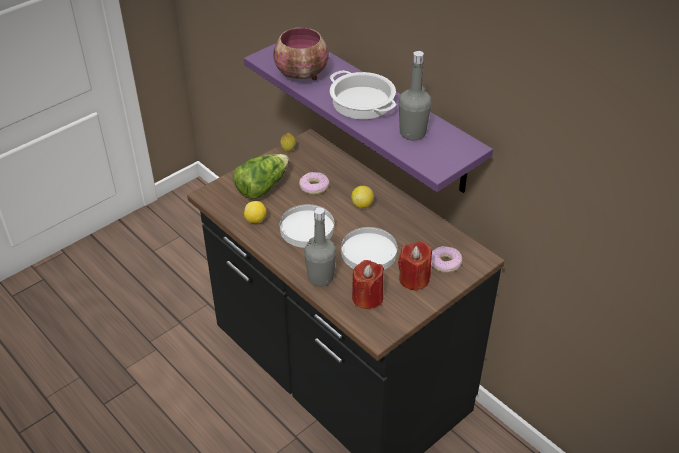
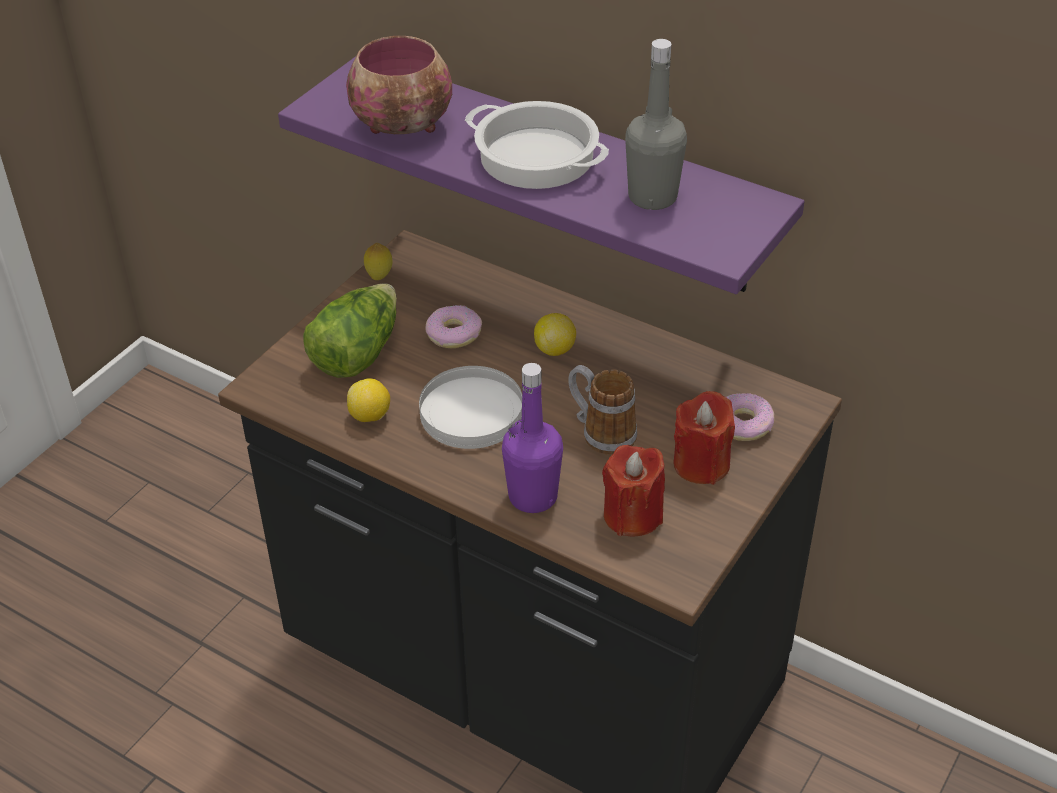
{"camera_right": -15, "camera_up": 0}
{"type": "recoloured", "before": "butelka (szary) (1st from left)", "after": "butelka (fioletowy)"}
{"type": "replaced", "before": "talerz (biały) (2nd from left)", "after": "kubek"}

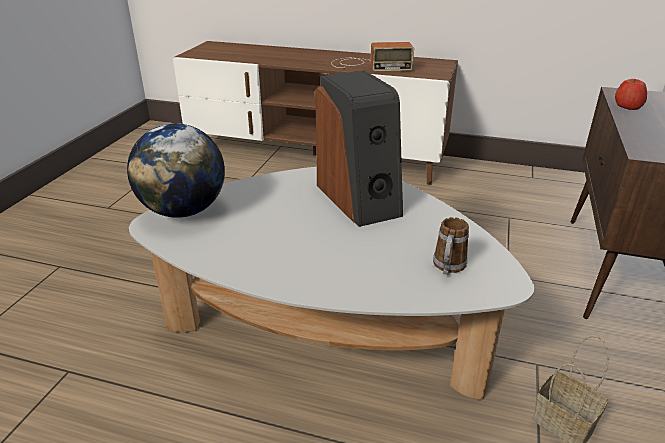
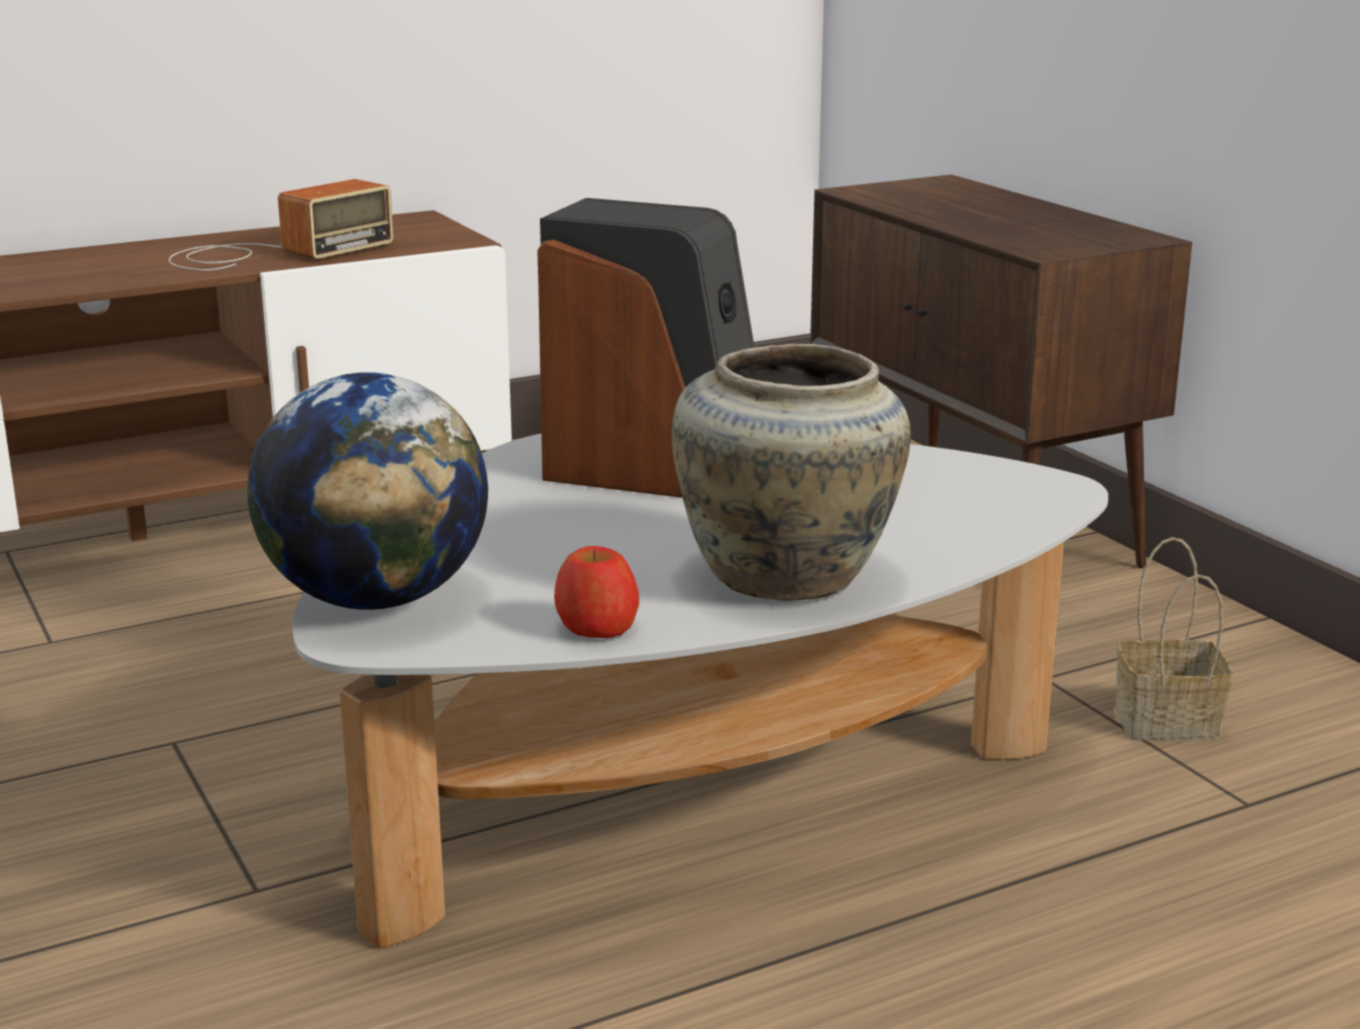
{"camera_right": -45, "camera_up": -10}
{"type": "moved", "before": "jabłko"}
{"type": "added", "after": "wazon (beżowy)"}
{"type": "removed", "before": "kubek"}

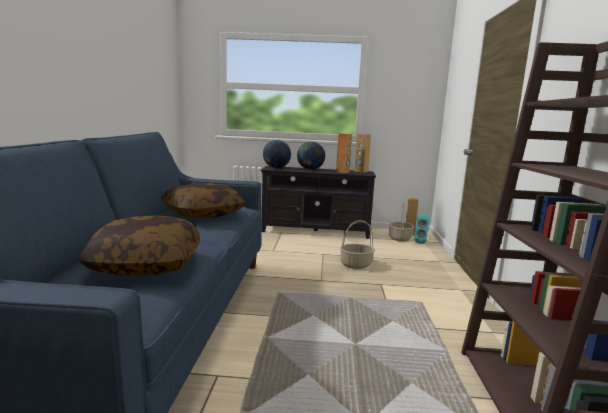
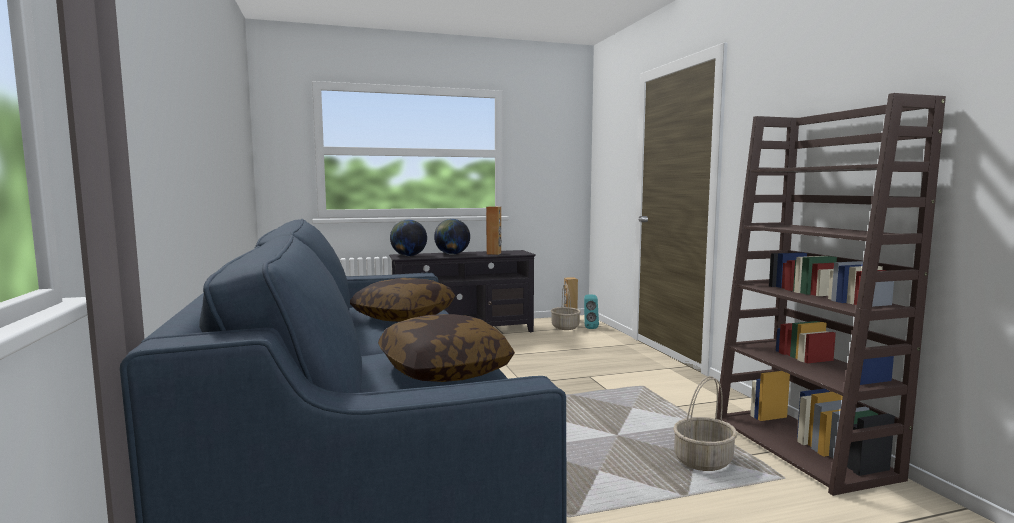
{"camera_right": -20, "camera_up": -5}
{"type": "moved", "before": "koszyk (1st from left in the first image)", "after": "koszyk (2nd from left)"}
{"type": "removed", "before": "głośnik (brązowy) (2nd from left)"}

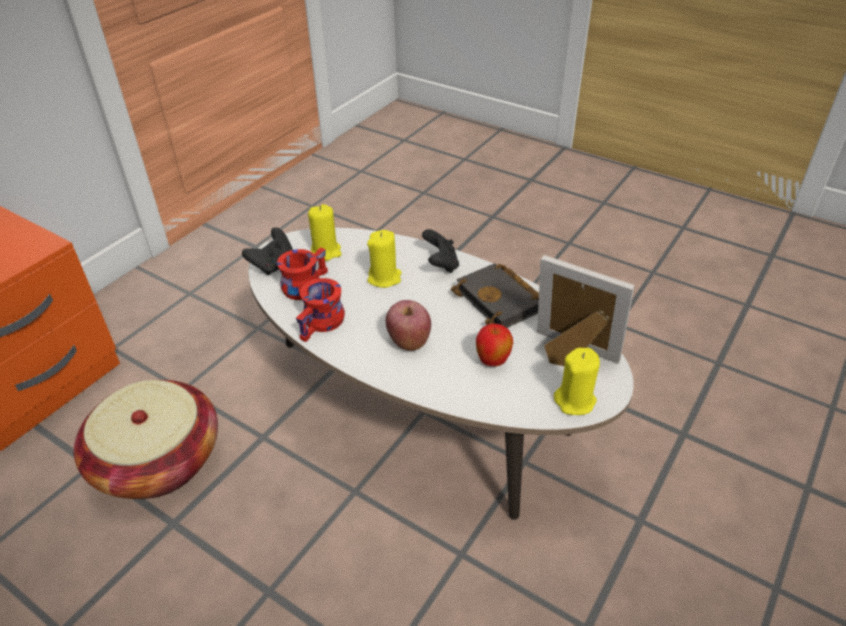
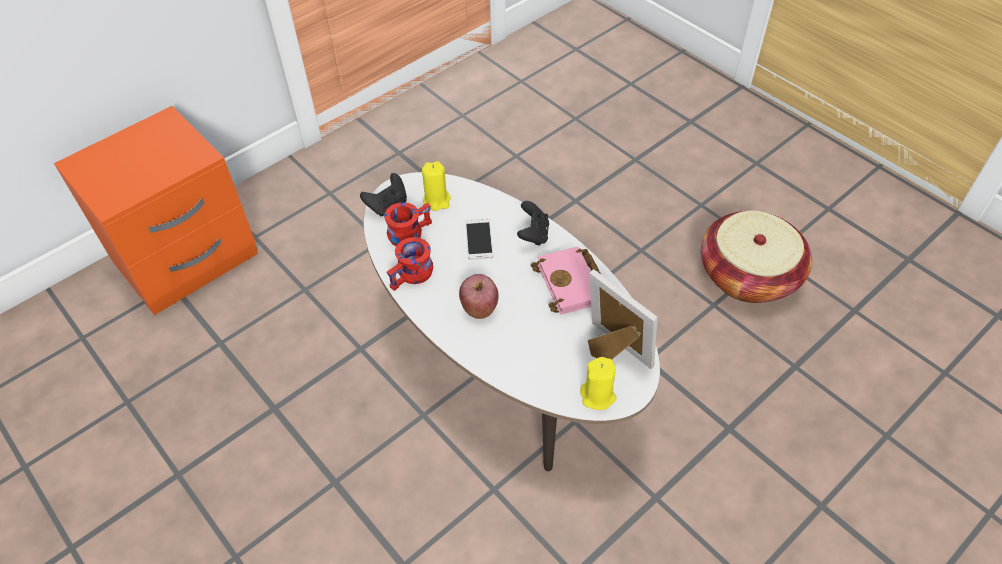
{"camera_right": 15, "camera_up": 10}
{"type": "replaced", "before": "świeca (żółty) (2nd from left)", "after": "telefon"}
{"type": "recoloured", "before": "książka (czarny)", "after": "książka (różowy)"}
{"type": "moved", "before": "koszyk"}
{"type": "removed", "before": "jabłko (2nd from left)"}

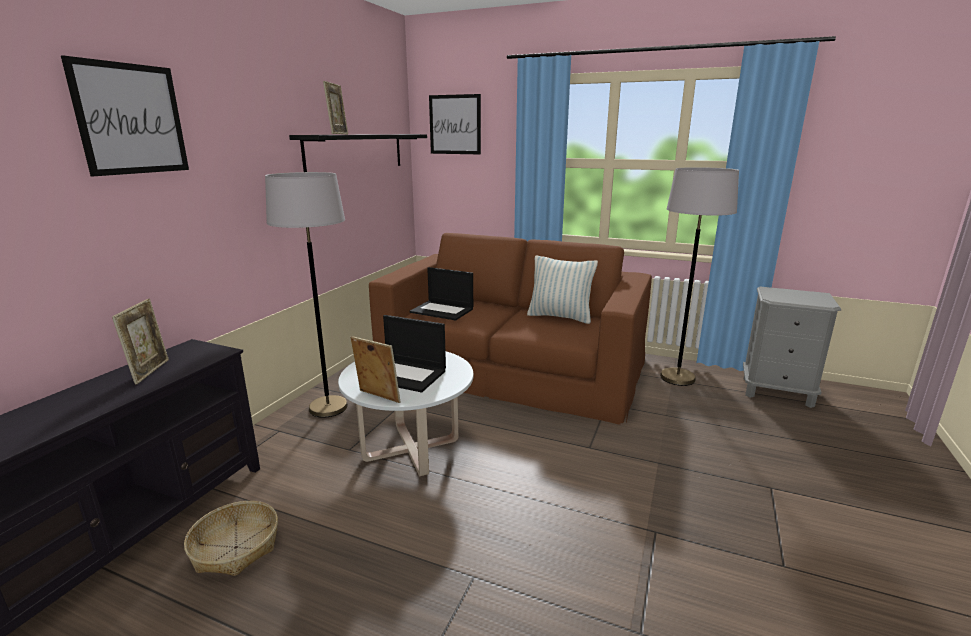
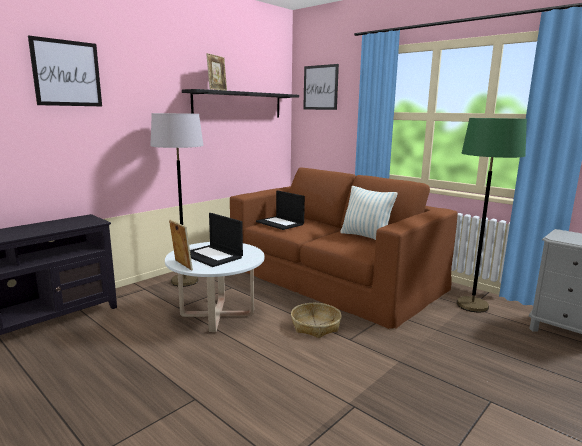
{"camera_right": 20, "camera_up": -5}
{"type": "moved", "before": "koszyk"}
{"type": "recoloured", "before": "lampa stojąca (szary) (2nd from left)", "after": "lampa stojąca (zielony)"}
{"type": "removed", "before": "ramka na zdjęcie (1st from left)"}

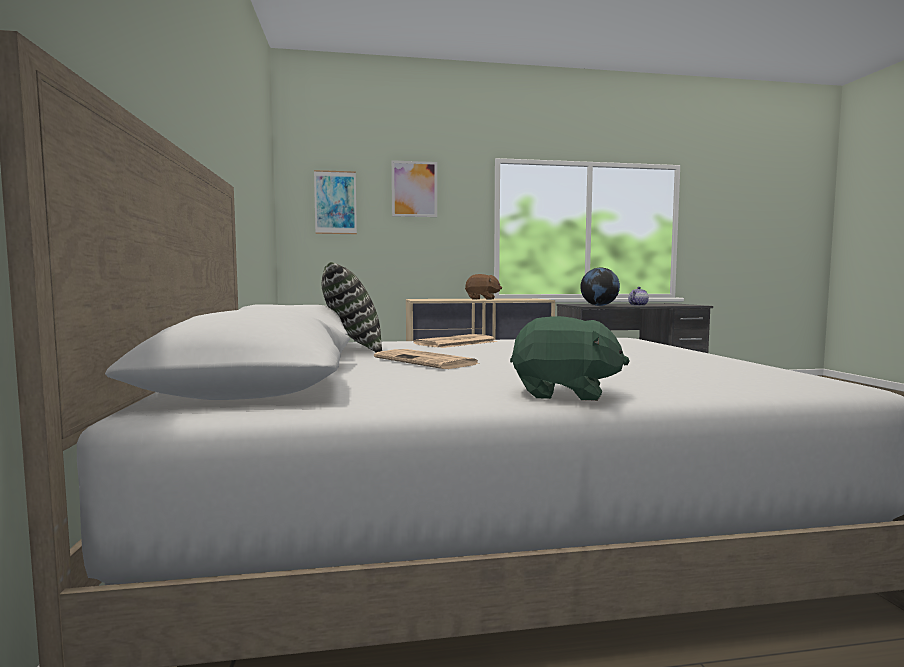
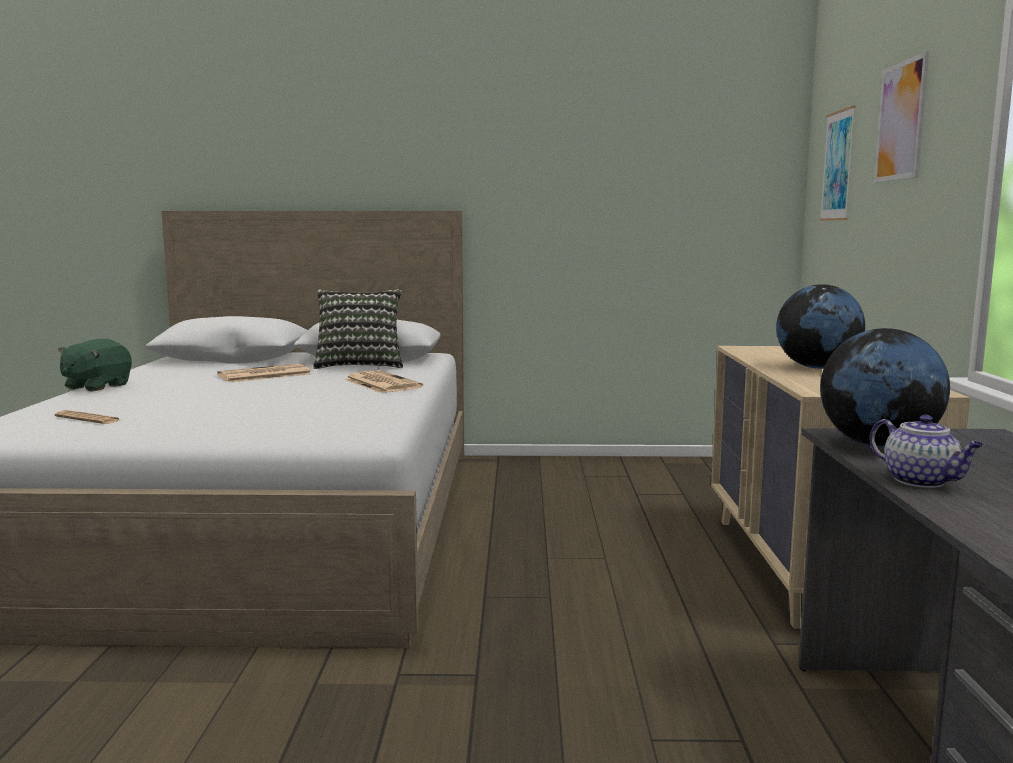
{"camera_right": 100, "camera_up": 5}
{"type": "added", "after": "gazeta (1st from left)"}
{"type": "replaced", "before": "pluszak (brązowy)", "after": "globus (1st from left)"}

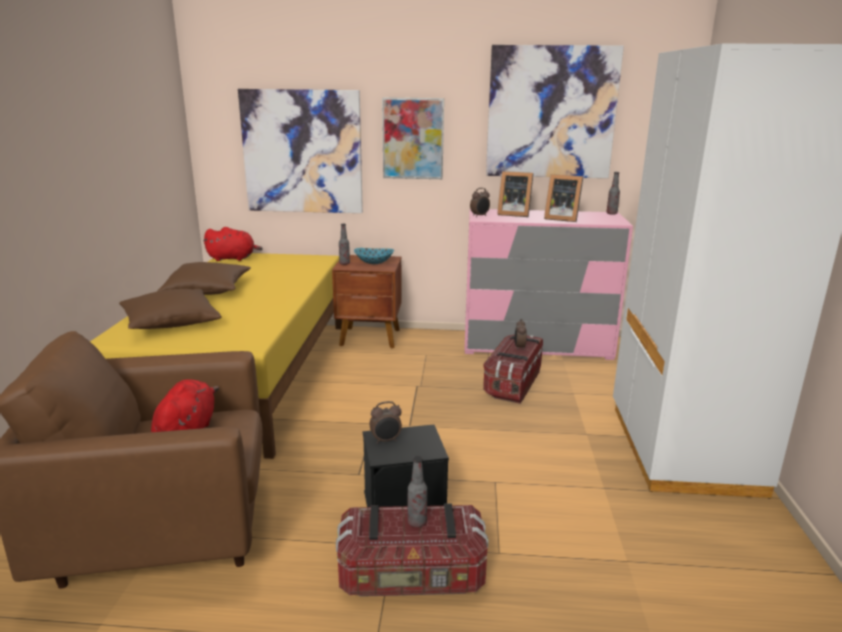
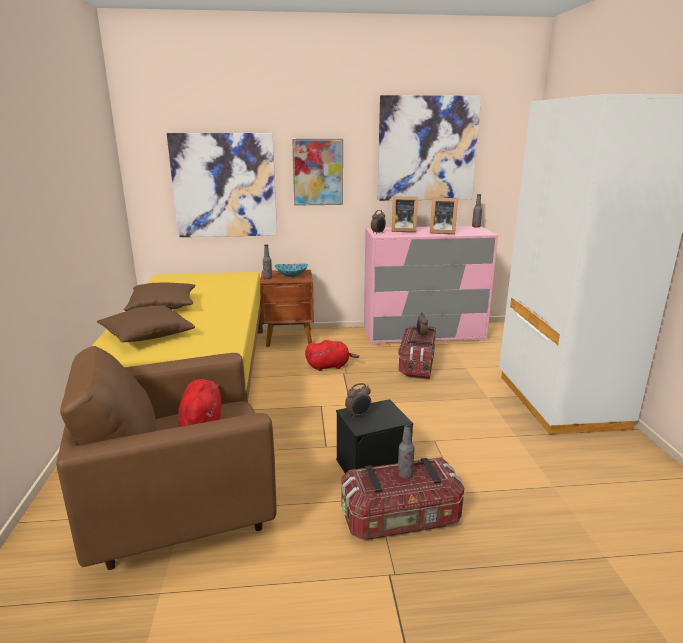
{"camera_right": -10, "camera_up": 0}
{"type": "moved", "before": "pluszak (czerwony) (2nd from left)"}

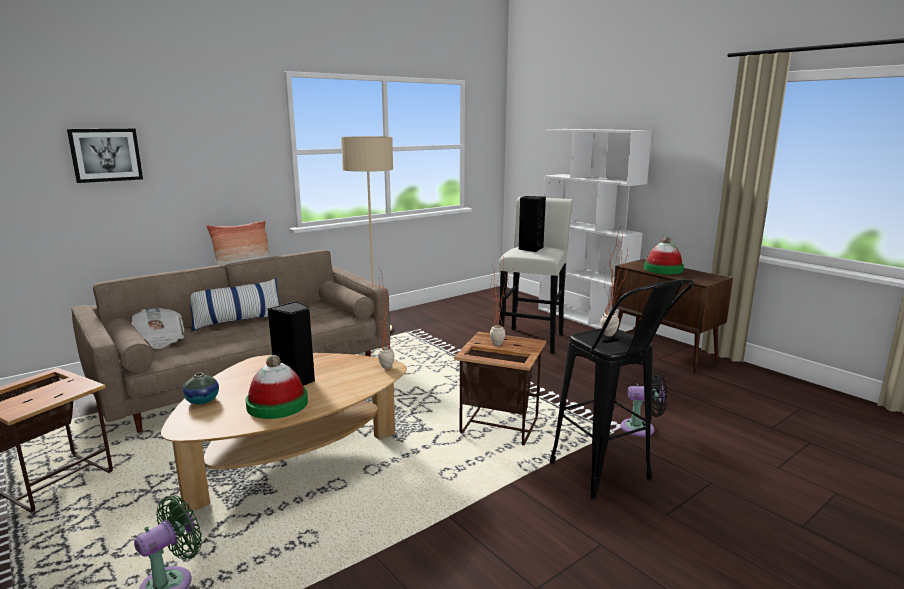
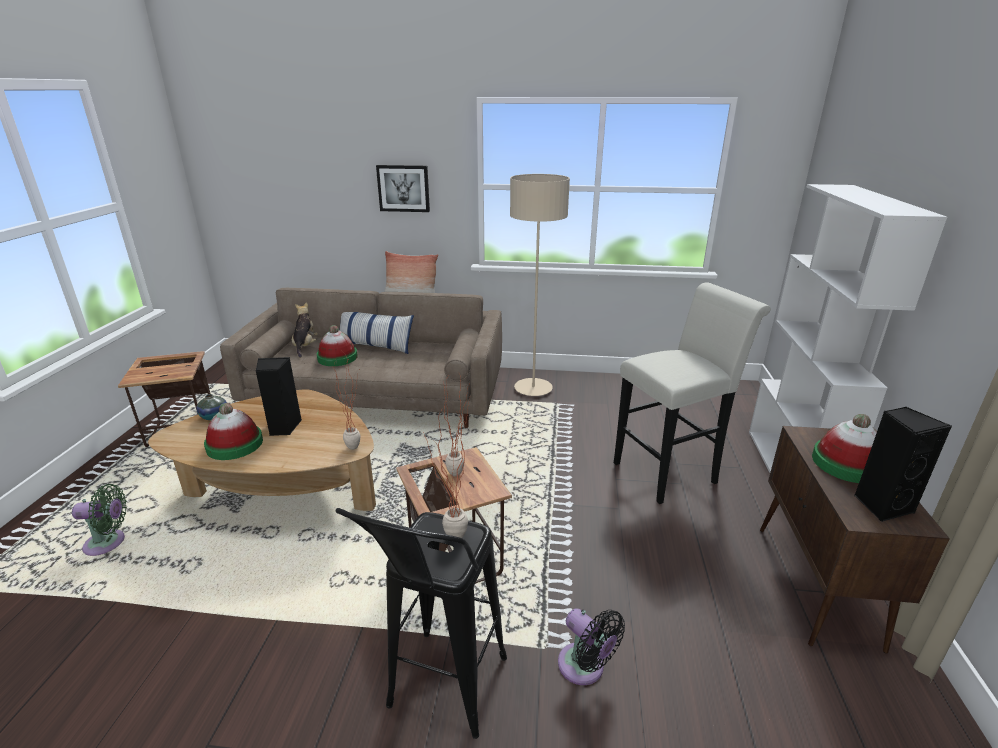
{"camera_right": 45, "camera_up": 10}
{"type": "replaced", "before": "gazeta", "after": "pluszak"}
{"type": "added", "after": "kapelusz (2nd from left)"}
{"type": "moved", "before": "obraz"}
{"type": "moved", "before": "głośnik (czarny) (2nd from left)"}

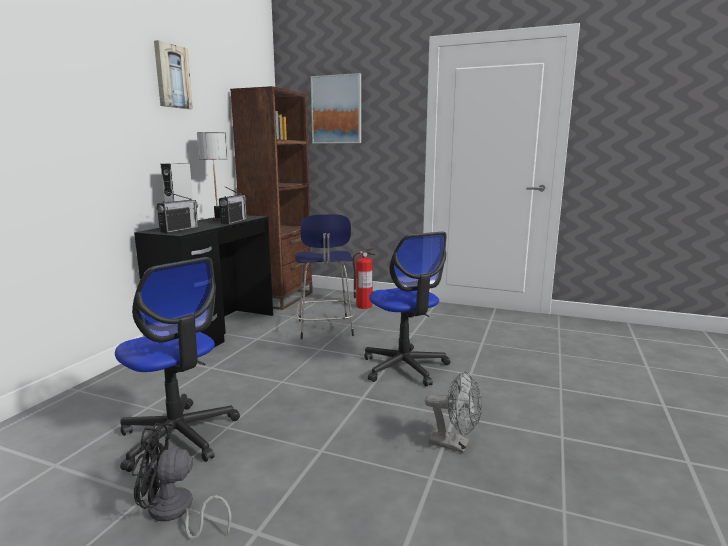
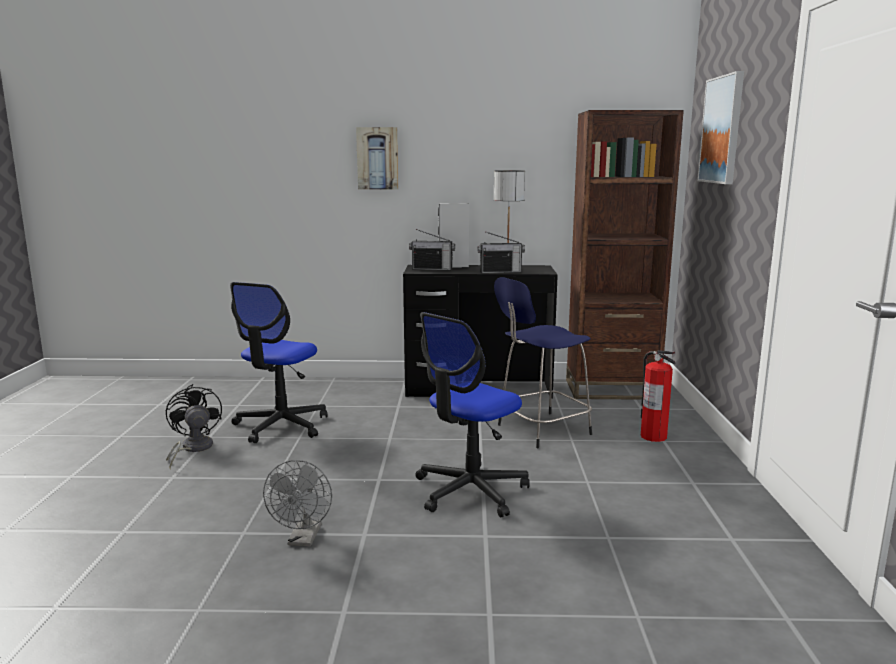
{"camera_right": 70, "camera_up": 0}
{"type": "moved", "before": "obraz (1st from left)"}

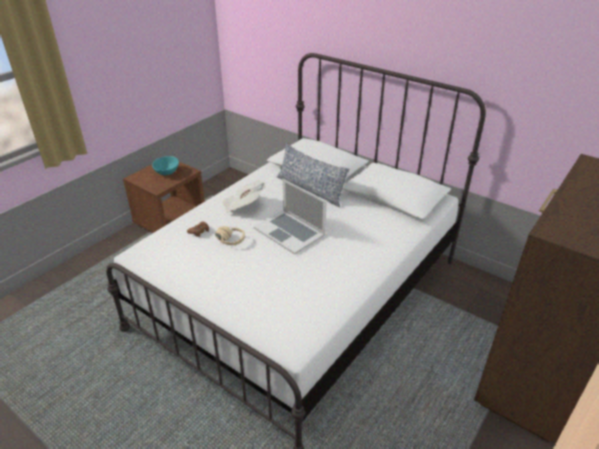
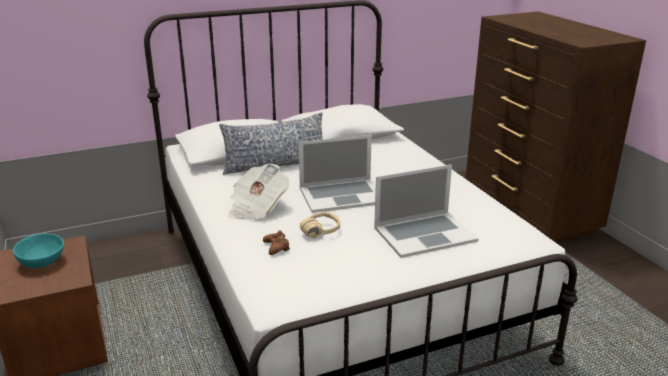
{"camera_right": -60, "camera_up": -10}
{"type": "added", "after": "laptop (2nd from left)"}

